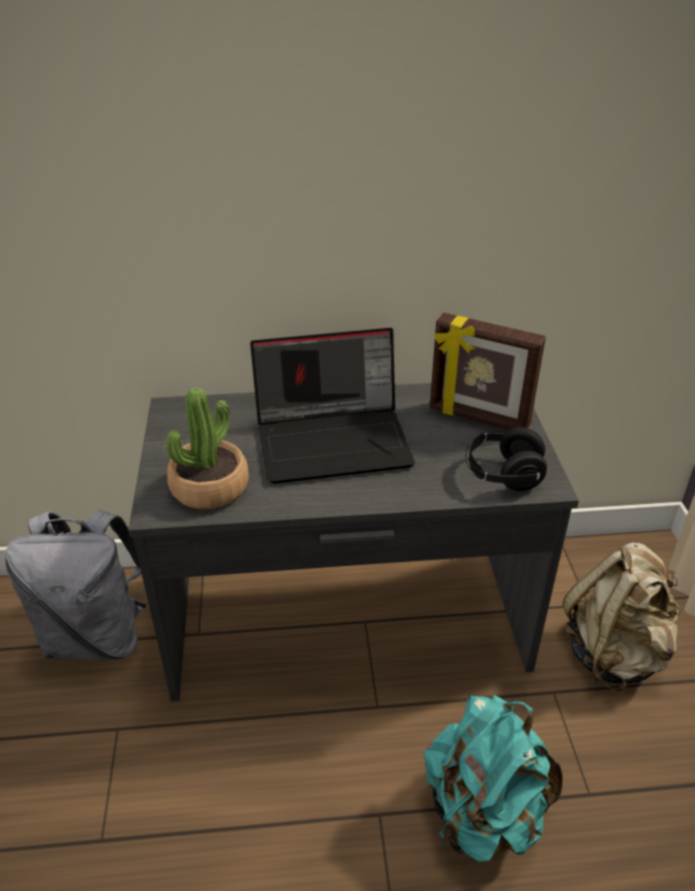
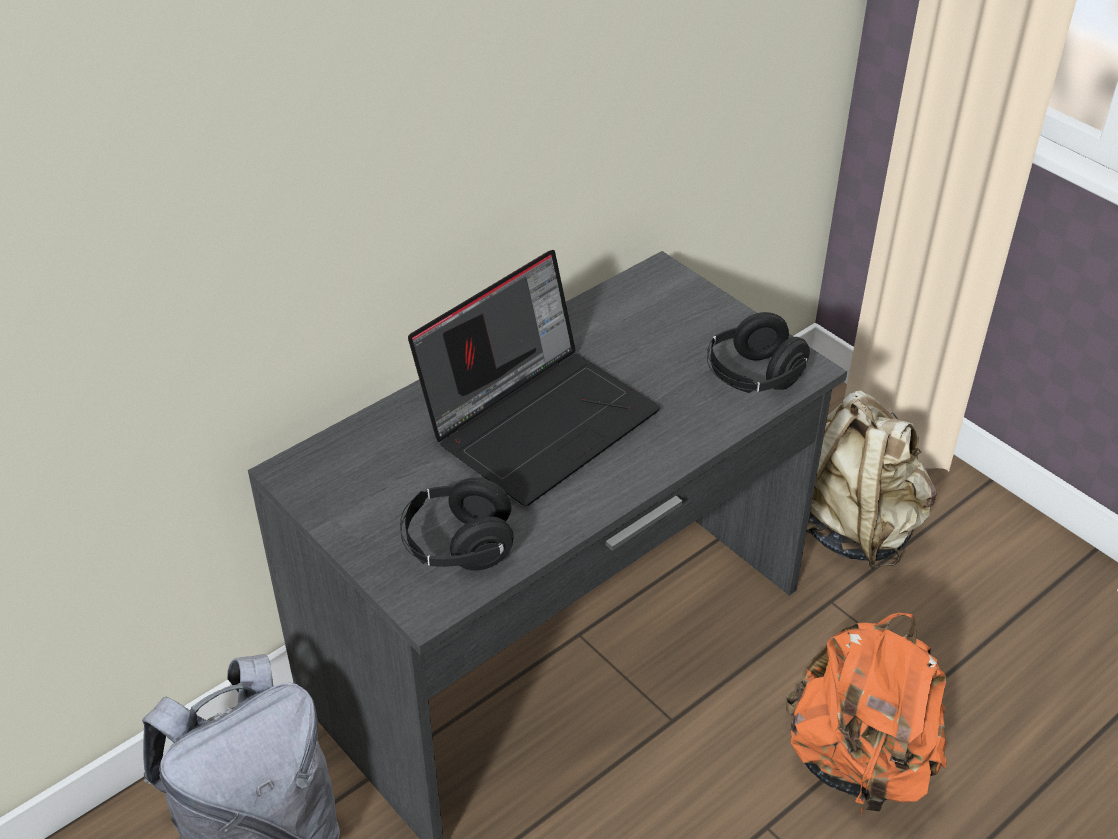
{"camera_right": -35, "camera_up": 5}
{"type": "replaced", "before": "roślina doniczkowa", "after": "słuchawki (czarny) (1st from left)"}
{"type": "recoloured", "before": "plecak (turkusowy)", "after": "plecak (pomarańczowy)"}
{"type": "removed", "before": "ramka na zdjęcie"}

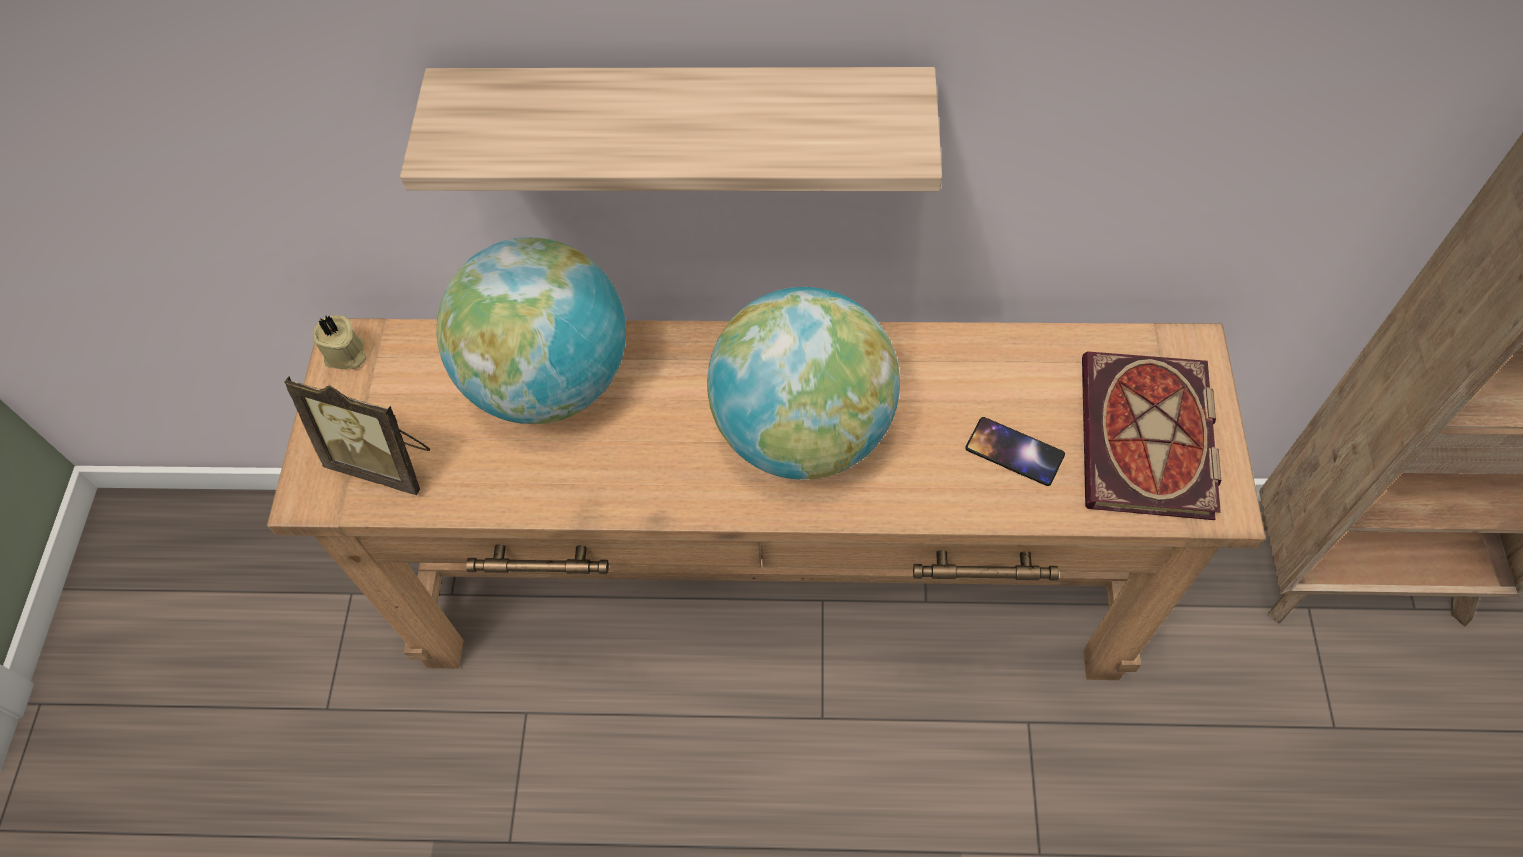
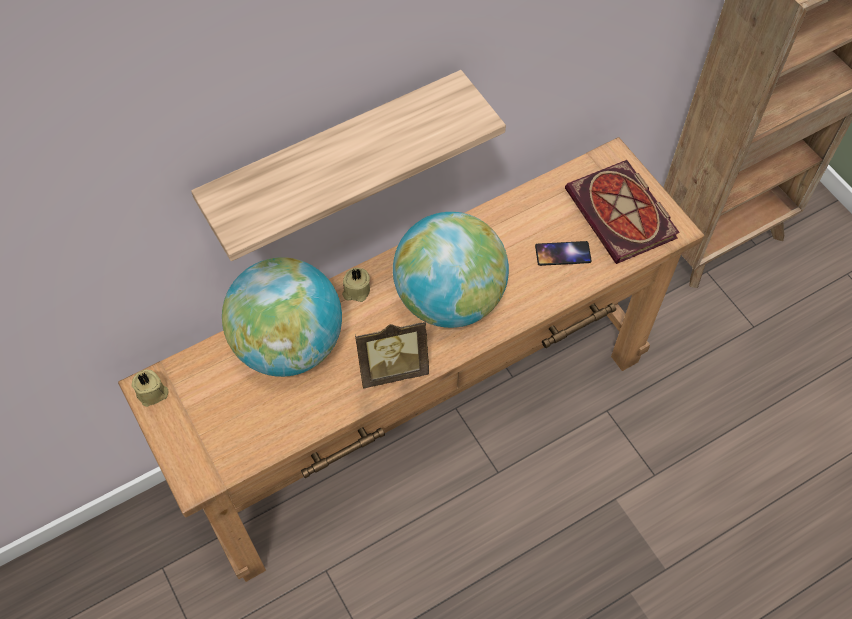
{"camera_right": -35, "camera_up": 0}
{"type": "added", "after": "świeca (beżowy) (2nd from left)"}
{"type": "moved", "before": "ramka na zdjęcie"}

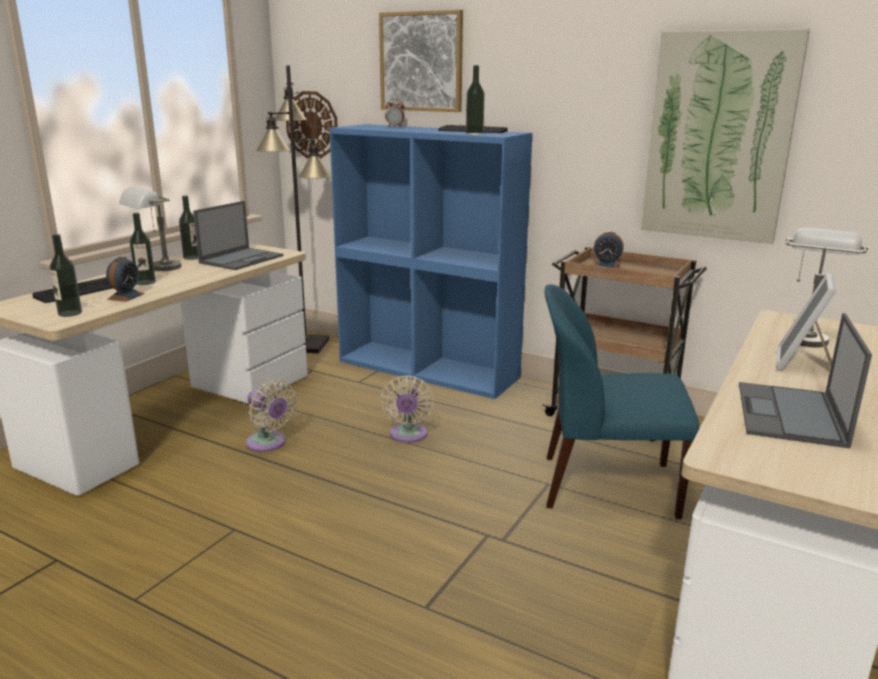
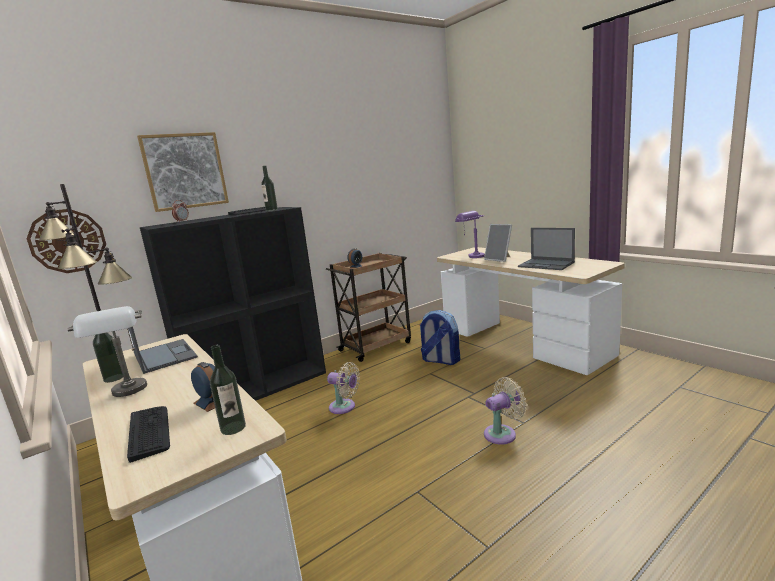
{"camera_right": -65, "camera_up": -5}
{"type": "recoloured", "before": "regał (niebieski)", "after": "regał (czarny)"}
{"type": "replaced", "before": "krzesło (niebieski)", "after": "plecak"}
{"type": "recoloured", "before": "lampa stołowa (szary) (2nd from left)", "after": "lampa stołowa (fioletowy)"}
{"type": "moved", "before": "wentylator (beżowy) (1st from left in the first image)", "after": "wentylator (beżowy) (2nd from left)"}
{"type": "removed", "before": "butelka (2nd from left)"}
{"type": "removed", "before": "obraz (2nd from left)"}

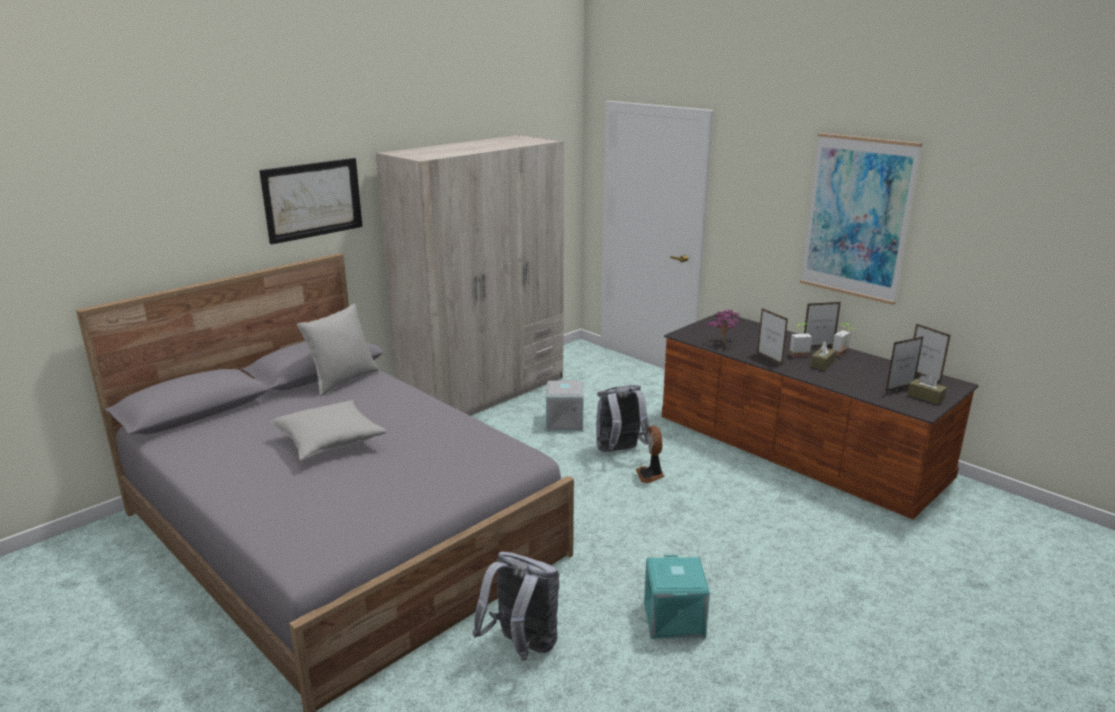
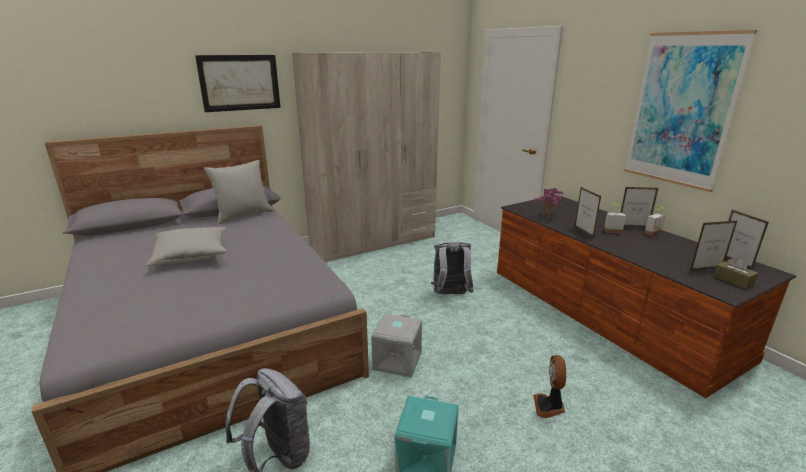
{"camera_right": 15, "camera_up": 0}
{"type": "moved", "before": "pojemnik do przechowywania (szary)"}
{"type": "moved", "before": "wentylator"}
{"type": "removed", "before": "pudełko chusteczek (brązowy) (1st from left)"}

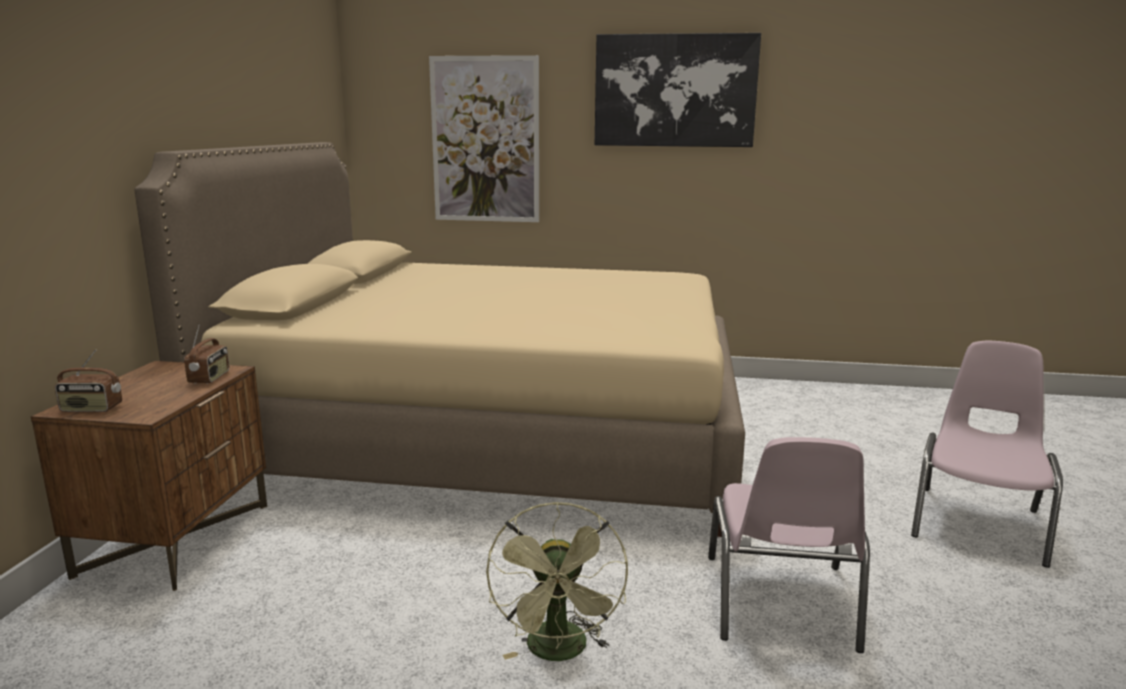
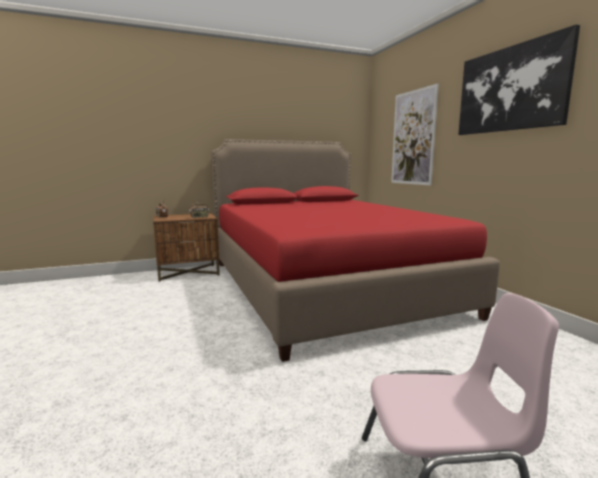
{"camera_right": 60, "camera_up": -5}
{"type": "recoloured", "before": "łóżko (beżowy)", "after": "łóżko (czerwony)"}
{"type": "removed", "before": "wentylator (zielony)"}
{"type": "removed", "before": "krzesło (różowy) (1st from left)"}

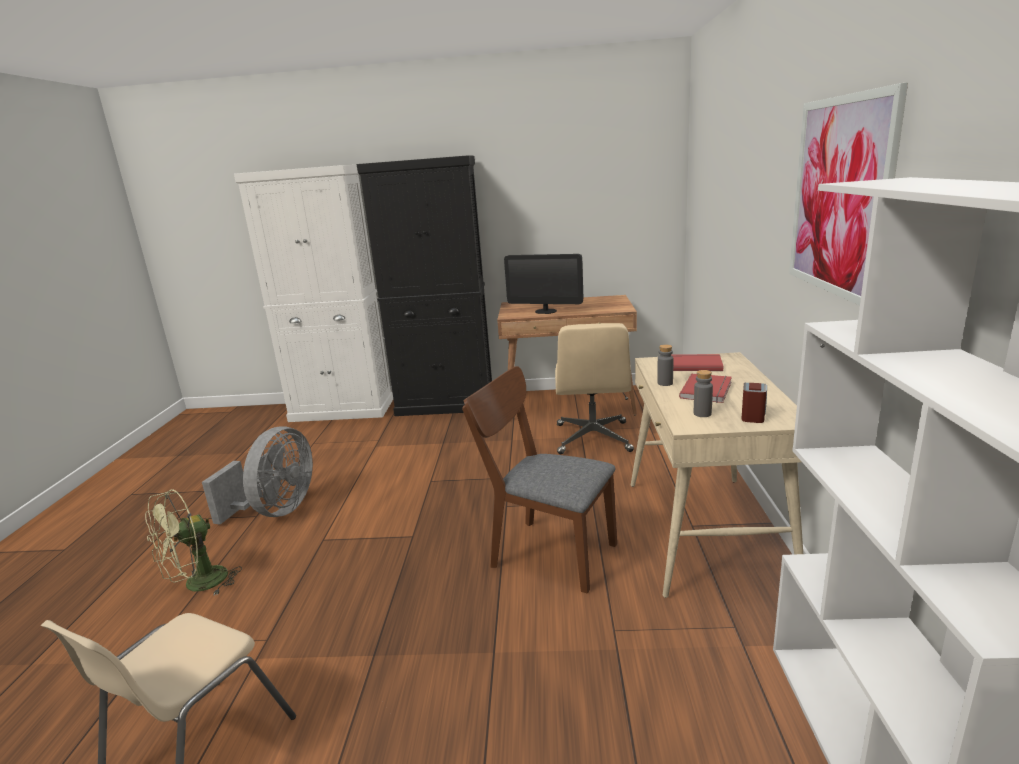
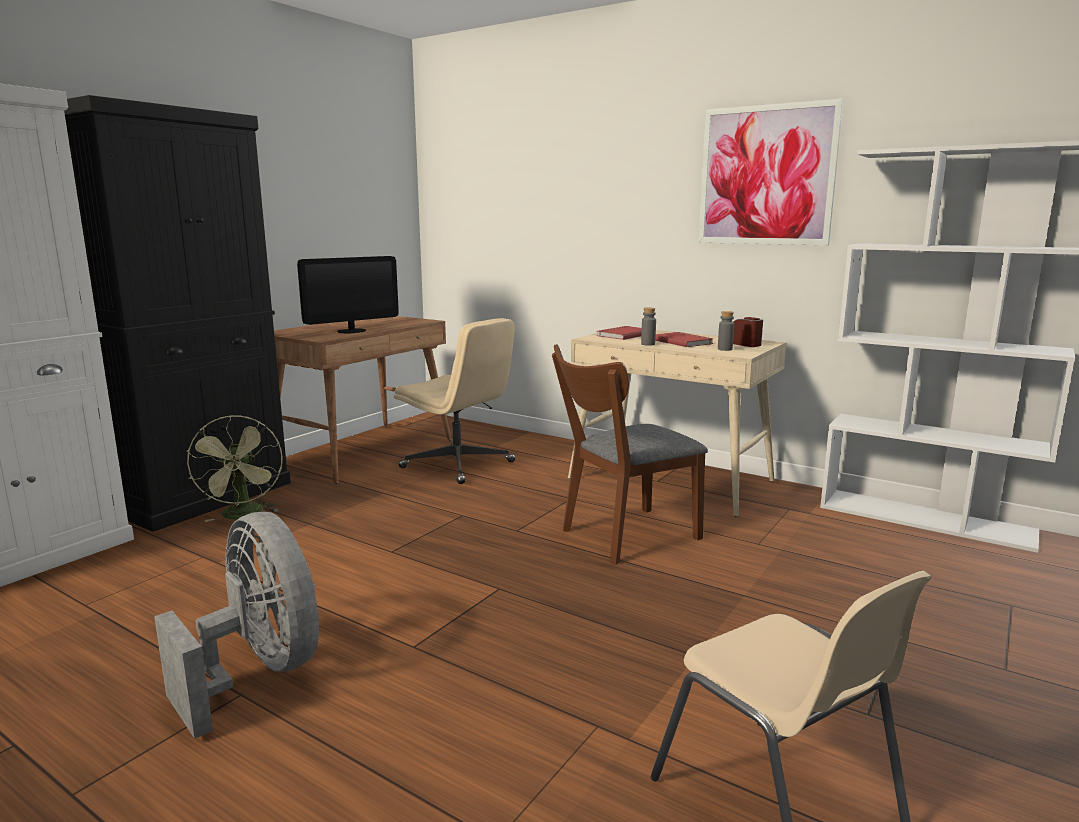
{"camera_right": -60, "camera_up": -5}
{"type": "moved", "before": "wentylator (zielony)"}

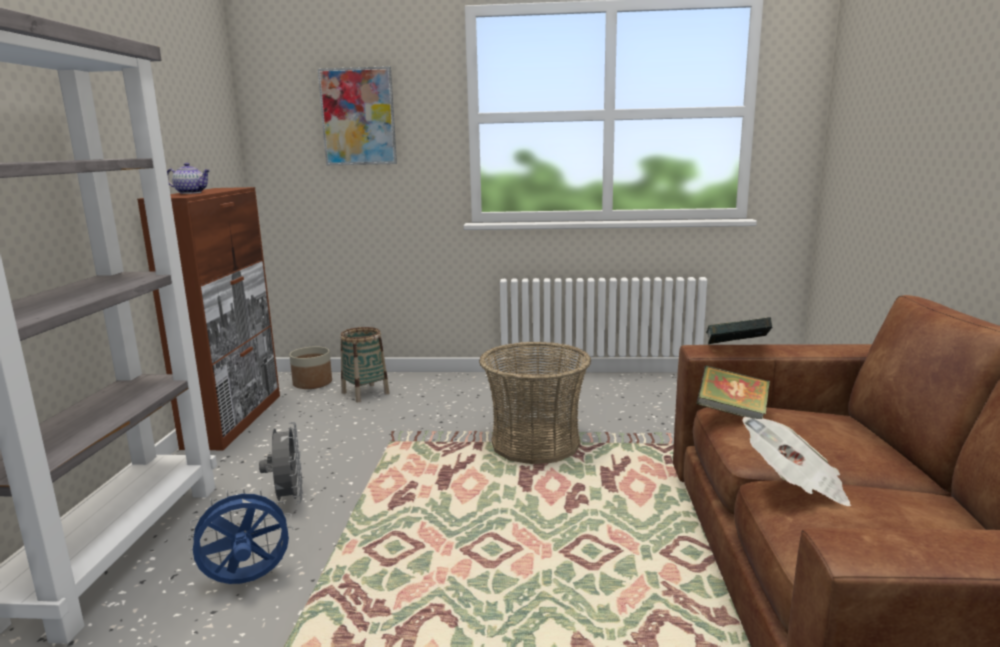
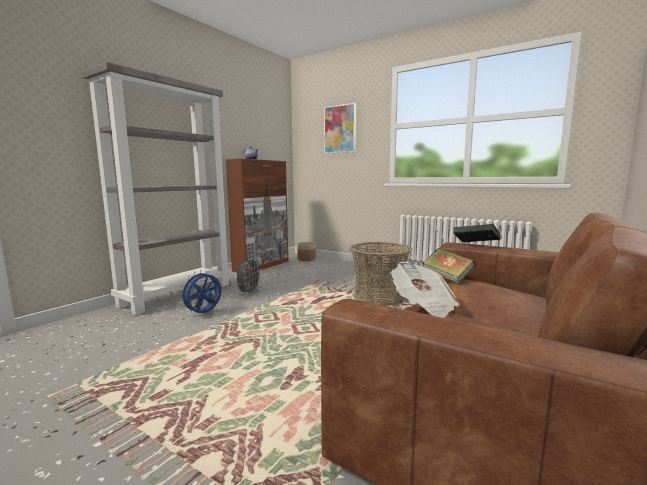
{"camera_right": 30, "camera_up": -5}
{"type": "turned", "before": "wentylator (niebieski)", "turn": -60}
{"type": "removed", "before": "koszyk (1st from left)"}

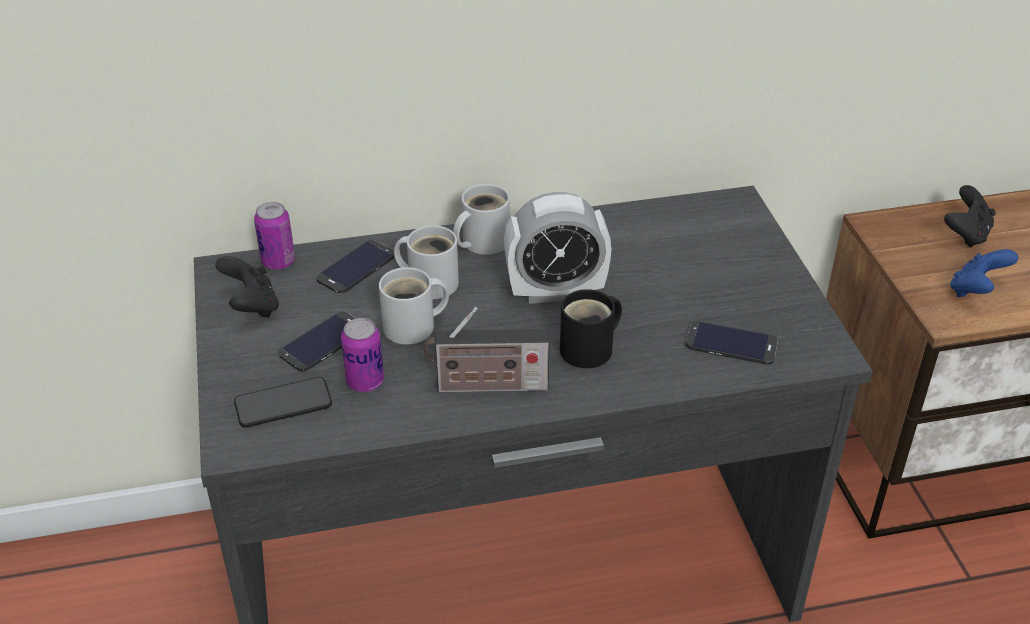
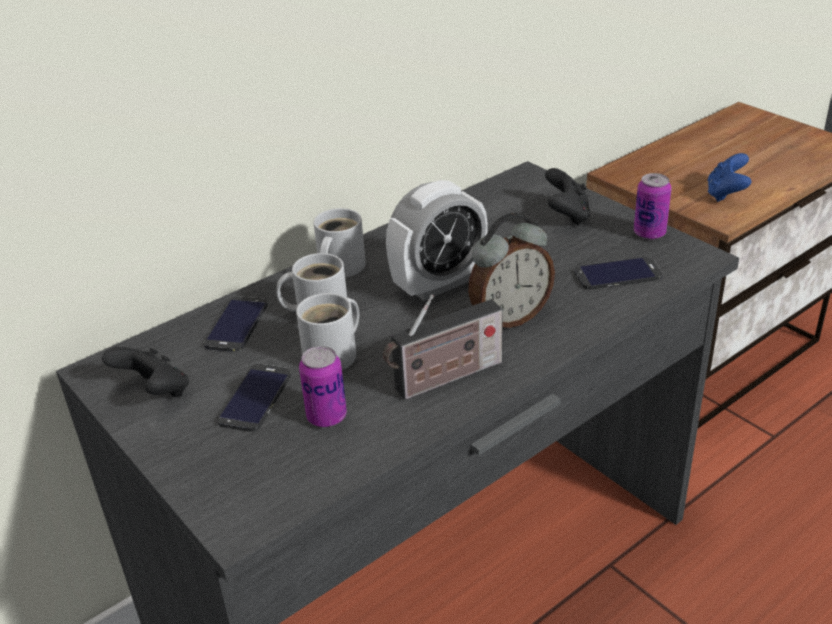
{"camera_right": -25, "camera_up": -5}
{"type": "replaced", "before": "kubek (czarny)", "after": "budzik (2nd from left)"}
{"type": "moved", "before": "pad do gier (czarny) (2nd from left)"}
{"type": "moved", "before": "puszka (1st from left in the first image)", "after": "puszka (2nd from left)"}
{"type": "removed", "before": "telefon (1st from left)"}

